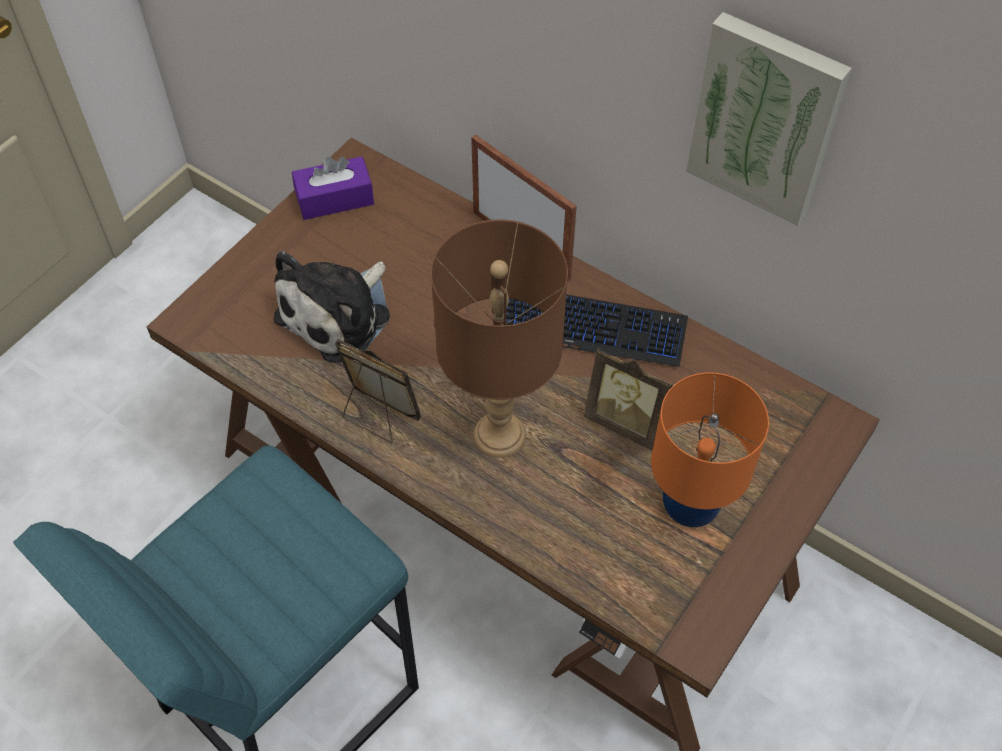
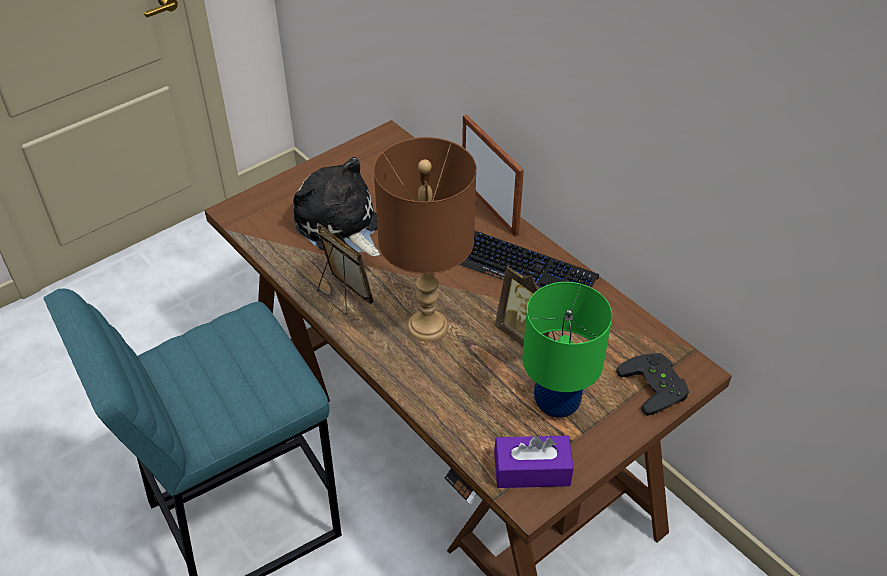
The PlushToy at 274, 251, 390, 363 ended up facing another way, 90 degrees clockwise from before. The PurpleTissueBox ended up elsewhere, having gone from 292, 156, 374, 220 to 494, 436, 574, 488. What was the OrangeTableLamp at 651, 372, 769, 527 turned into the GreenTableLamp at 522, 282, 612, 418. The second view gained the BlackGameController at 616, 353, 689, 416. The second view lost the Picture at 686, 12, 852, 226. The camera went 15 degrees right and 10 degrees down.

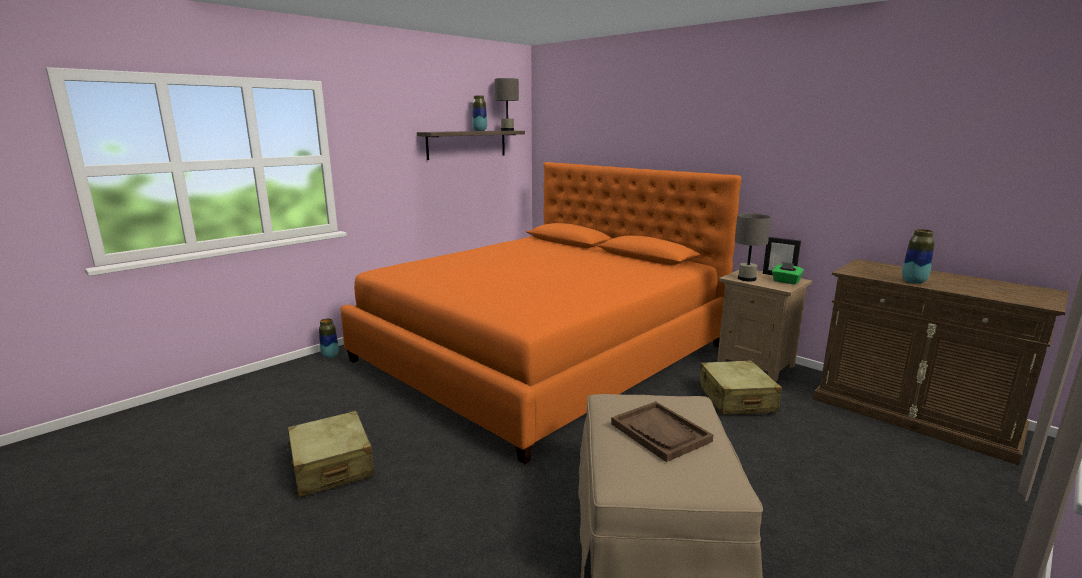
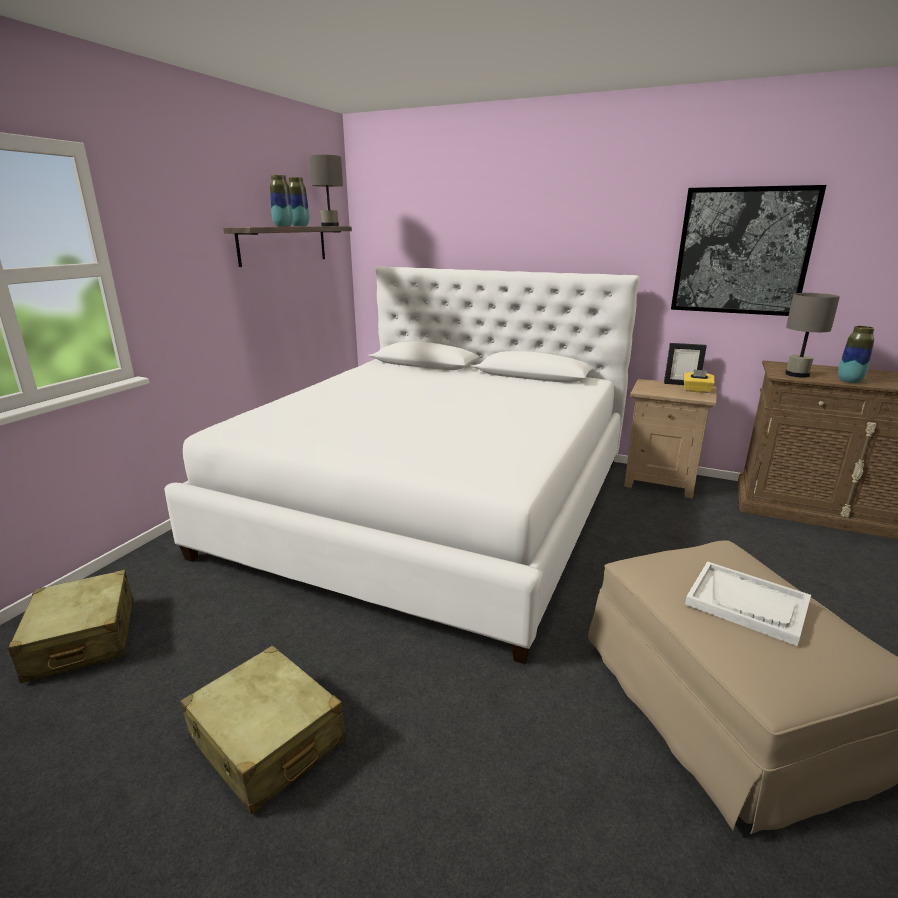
The BeigeSuitcase ended up elsewhere, having gone from 699, 360, 782, 415 to 8, 570, 133, 683. What was the OrangeBed at 341, 162, 742, 464 turned into the WhiteBed at 164, 266, 640, 664. The Vase ended up elsewhere, having gone from 319, 318, 339, 358 to 270, 175, 293, 227. The second view gained the Picture at 671, 185, 827, 316. What was the GreenTissueBox at 772, 262, 804, 285 turned into the YellowTissueBox at 683, 369, 715, 393. What was the BrownTray at 611, 401, 713, 462 turned into the WhiteTray at 685, 561, 811, 646. The GreyTableLamp ended up elsewhere, having gone from 735, 213, 771, 281 to 785, 293, 840, 378. The camera went 20 degrees left and 5 degrees up.

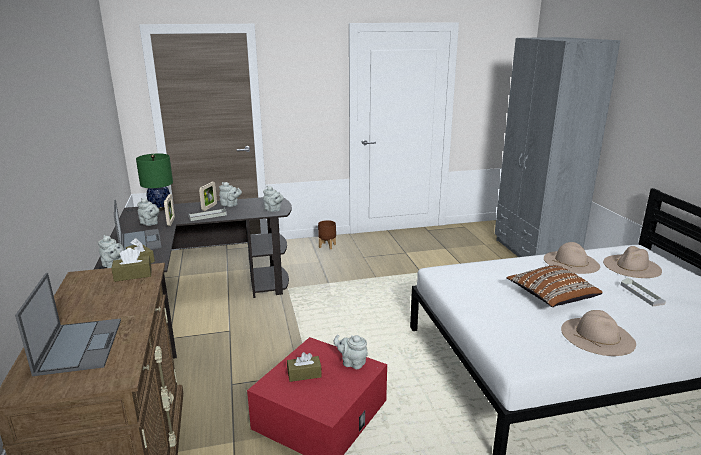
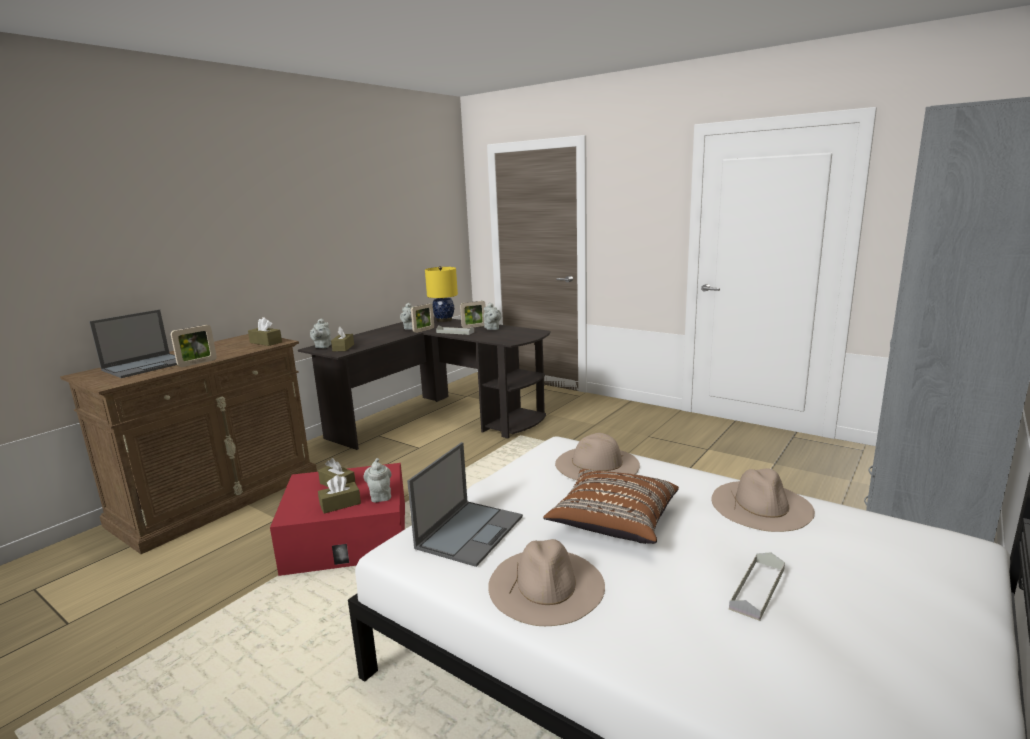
The second view gained the PictureFrame at 171, 325, 217, 367. The second view gained the BrownTissueBox at 318, 475, 361, 514. The Laptop ended up elsewhere, having gone from 114, 200, 162, 250 to 407, 442, 523, 567. What was the GreenTableLamp at 136, 153, 173, 211 turned into the YellowTableLamp at 425, 266, 458, 322. The BeigeHat ended up elsewhere, having gone from 603, 246, 662, 278 to 555, 433, 640, 480. The second view lost the GreyTeapot at 263, 186, 284, 212. The second view lost the BrownPlanter at 318, 220, 336, 250. The camera went 50 degrees right and 5 degrees down.

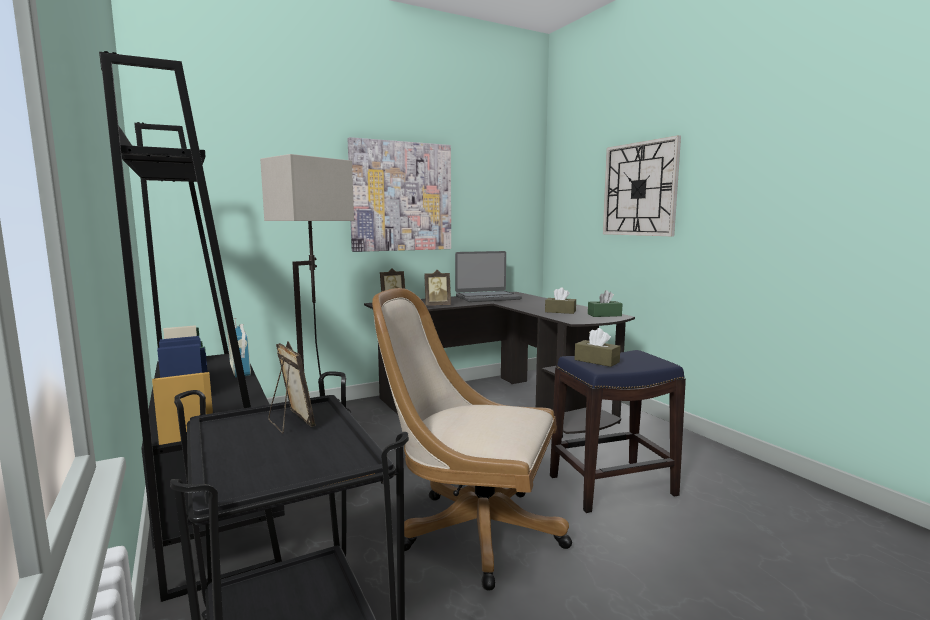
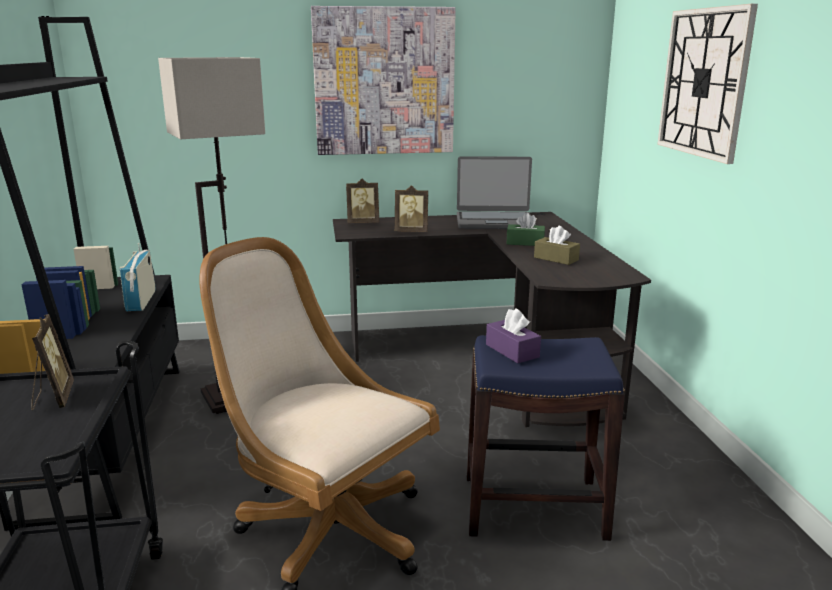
What was the BrownTissueBox at 575, 328, 621, 367 turned into the PurpleTissueBox at 486, 308, 541, 363. The GreenTissueBox ended up elsewhere, having gone from 588, 290, 622, 317 to 506, 213, 545, 246. The camera went 20 degrees right and 10 degrees up.

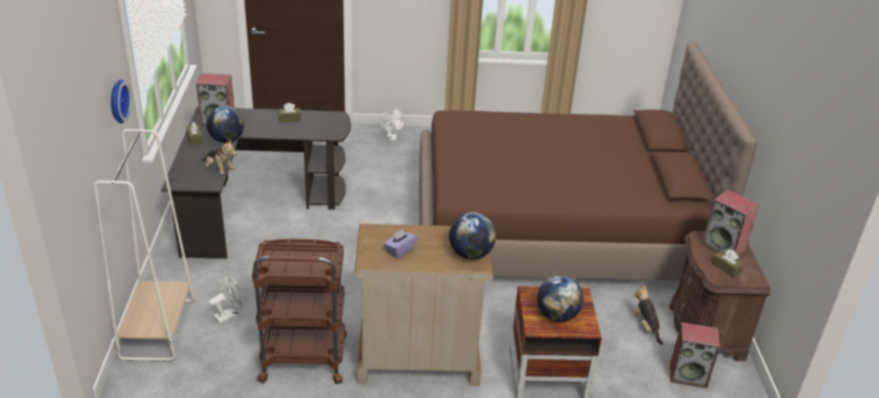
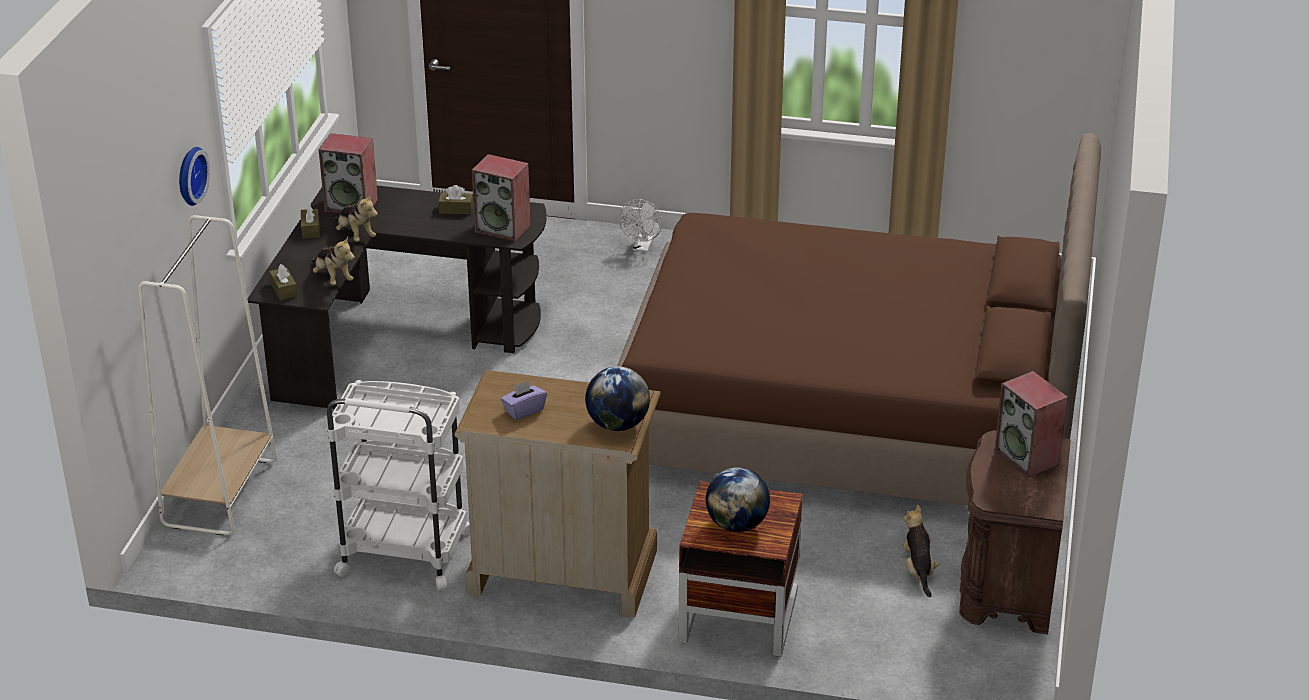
The BrownTissueBox ended up elsewhere, having gone from 712, 249, 744, 277 to 269, 264, 298, 300. What was the BrownCart at 252, 239, 347, 384 turned into the WhiteCart at 327, 380, 470, 591. Where the Globe stood at 206, 106, 244, 143, the PlushToy came to stand at 333, 193, 378, 241. The Speaker ended up elsewhere, having gone from 670, 322, 720, 388 to 472, 154, 531, 242. The second view lost the WhiteFan at 209, 275, 244, 324. The camera went 15 degrees right and 0 degrees up.

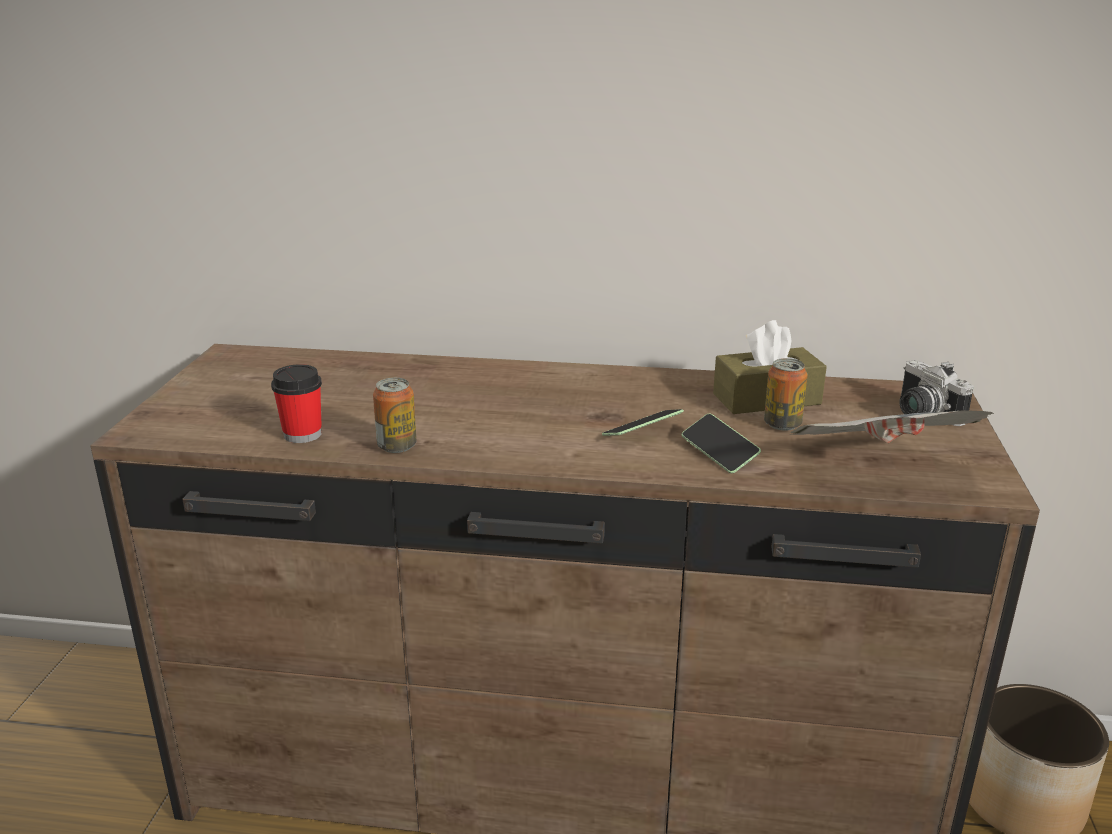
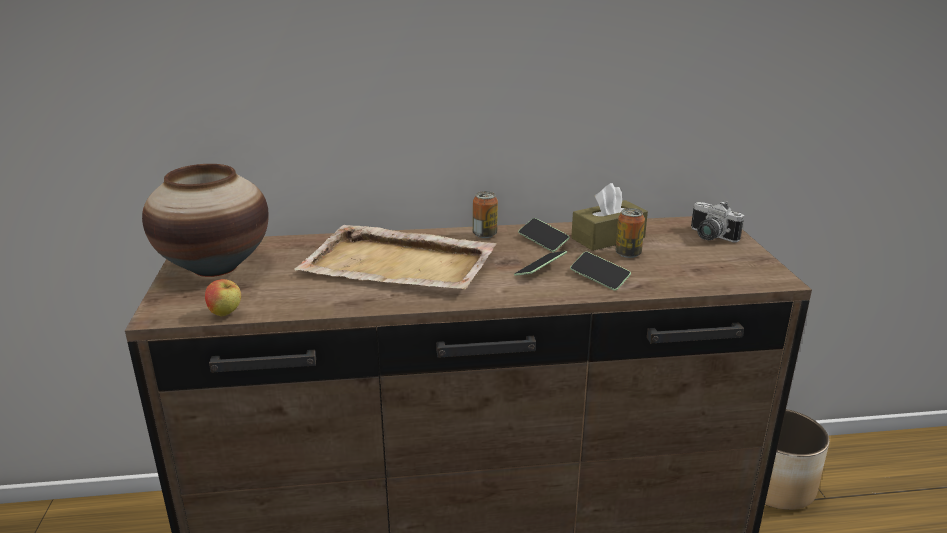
The second view gained the Vase at 142, 164, 269, 277. The second view gained the Apple at 205, 279, 241, 316. The second view gained the BeigeTray at 294, 225, 496, 289. The Can ended up elsewhere, having gone from 373, 377, 416, 453 to 473, 191, 498, 238. The second view gained the Phone at 518, 218, 570, 252. The second view lost the Cup at 271, 364, 322, 443. The second view lost the Newspaper at 791, 410, 994, 443. The camera went 15 degrees left and 0 degrees up.

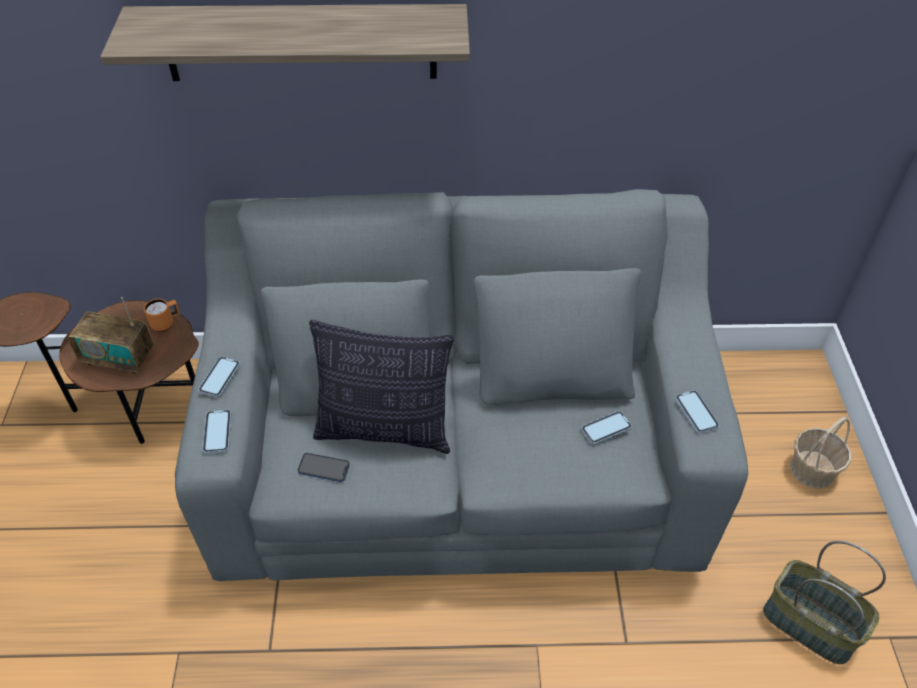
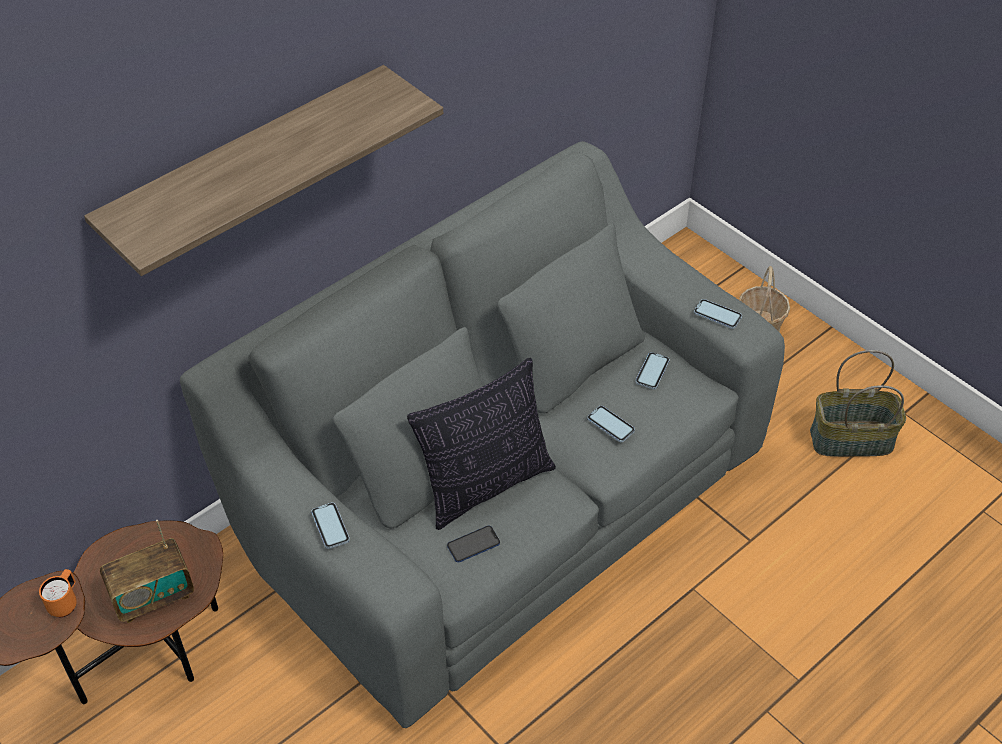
The OrangeMug ended up elsewhere, having gone from 144, 299, 180, 332 to 39, 569, 77, 617. The Phone ended up elsewhere, having gone from 202, 410, 231, 454 to 587, 406, 635, 442. The camera went 40 degrees left and 0 degrees up.

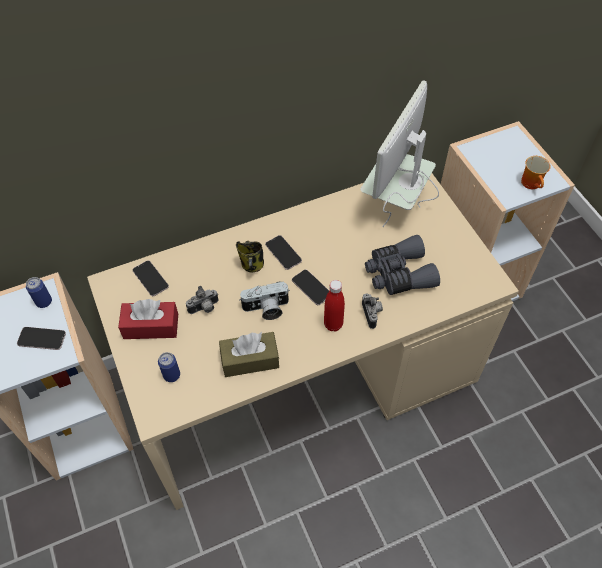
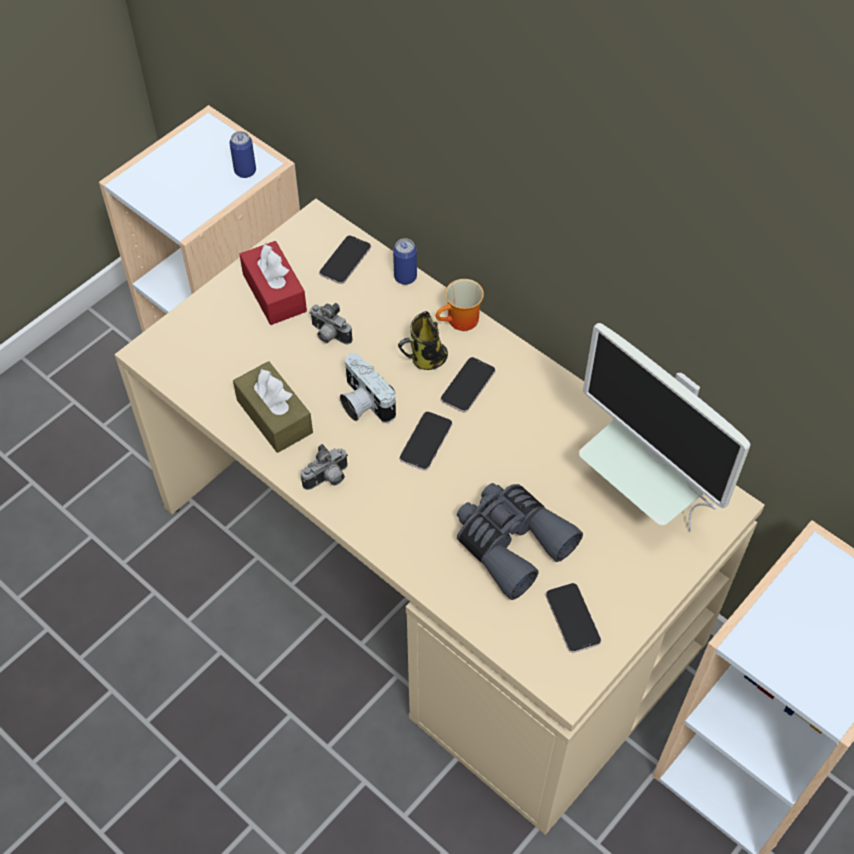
The PhotoCamera ended up elsewhere, having gone from 362, 293, 383, 329 to 301, 444, 348, 490. The Can ended up elsewhere, having gone from 158, 352, 180, 382 to 393, 238, 417, 285. The Mug ended up elsewhere, having gone from 521, 156, 551, 189 to 436, 279, 484, 331. The Phone ended up elsewhere, having gone from 17, 327, 66, 350 to 546, 583, 601, 653. The Monitor at 360, 80, 439, 227 ended up facing another way, 135 degrees counterclockwise from before. The second view lost the RedBottle at 324, 280, 345, 331. The camera went 65 degrees right and 0 degrees up.

